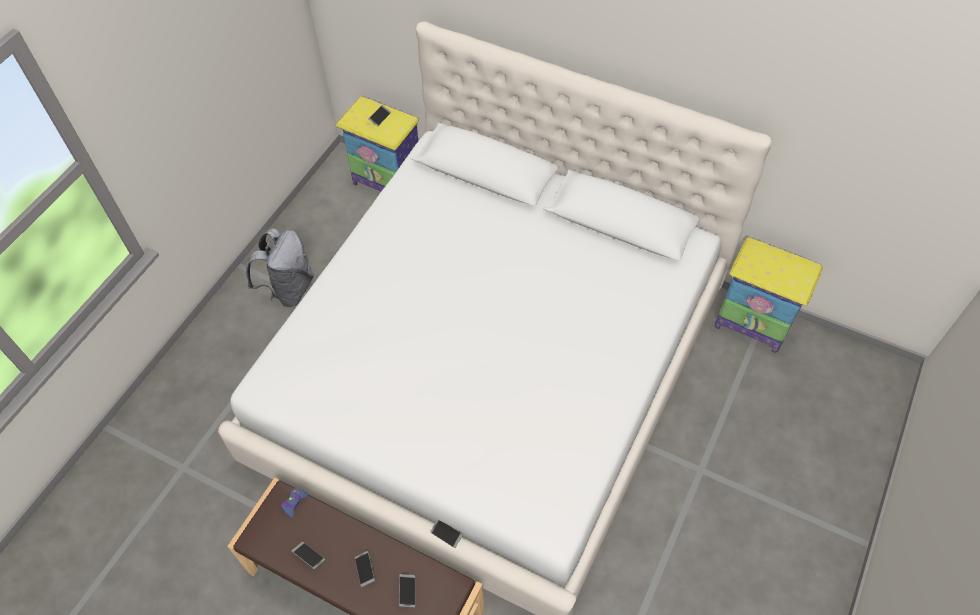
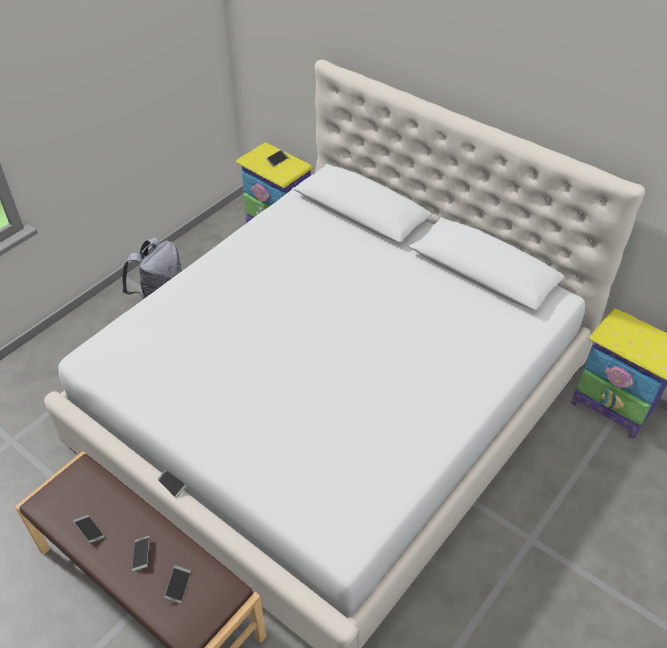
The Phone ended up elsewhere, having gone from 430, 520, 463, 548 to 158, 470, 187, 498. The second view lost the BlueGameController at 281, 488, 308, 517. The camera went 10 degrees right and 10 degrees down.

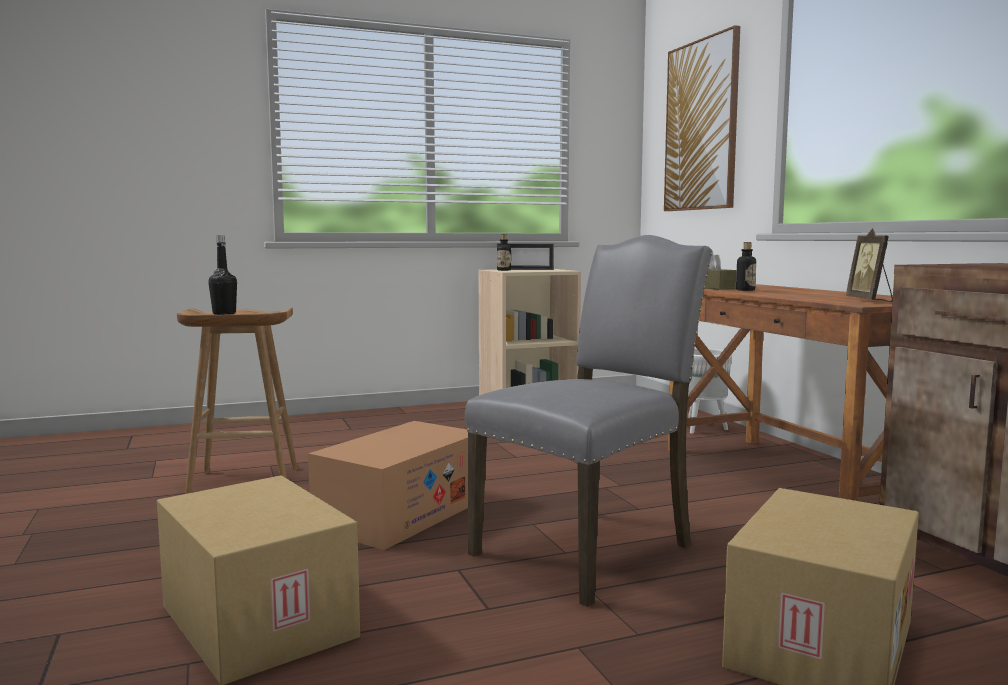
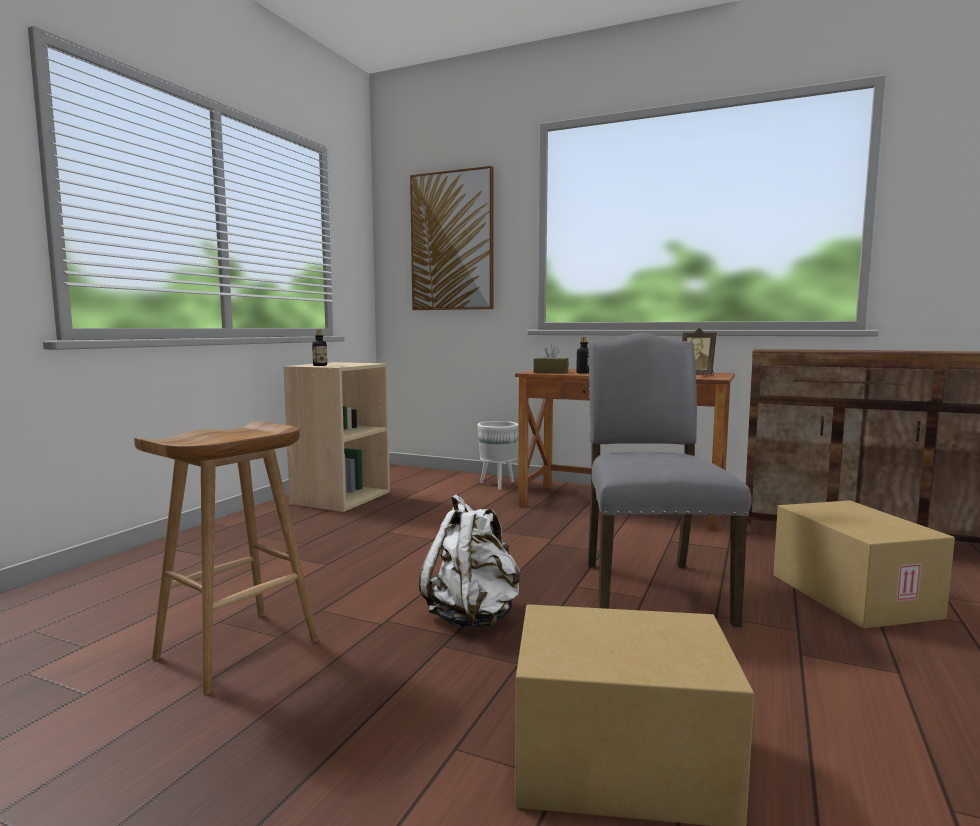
Where the CardboardBox stood at 308, 421, 468, 550, the WhiteBackpack came to stand at 419, 495, 521, 628. The second view lost the BlackBottle at 208, 235, 237, 315. The second view lost the PictureFrame at 497, 243, 554, 270. The camera went 45 degrees left and 0 degrees up.

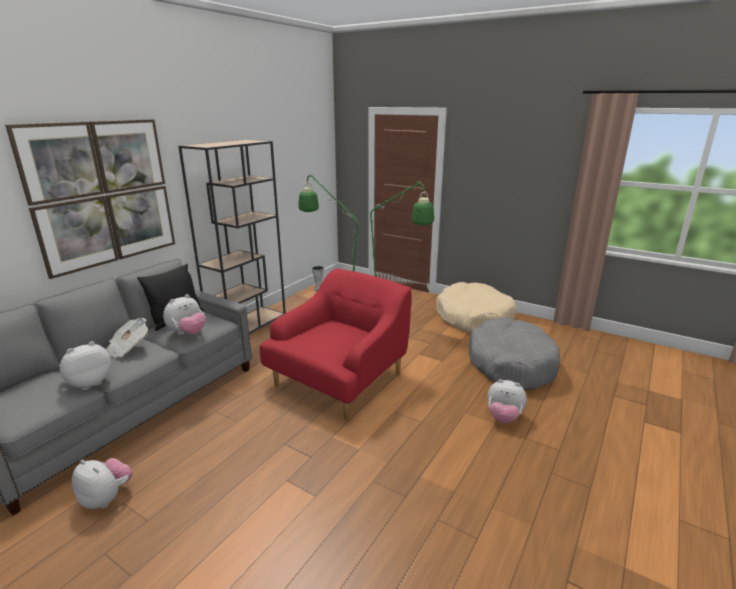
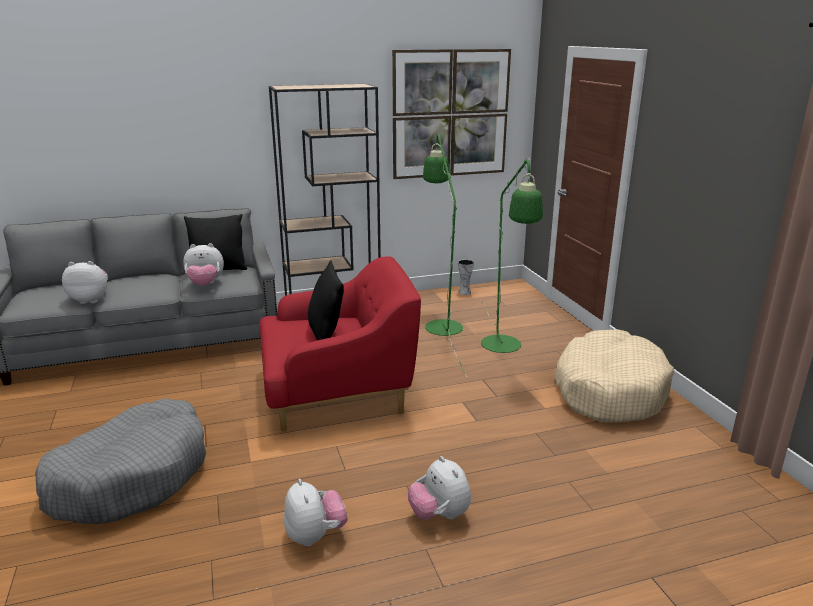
The GreyDogBed ended up elsewhere, having gone from 469, 317, 560, 391 to 35, 398, 206, 524. The PlushToy ended up elsewhere, having gone from 72, 458, 133, 509 to 284, 479, 348, 547. The second view gained the BlackPillow at 308, 260, 344, 340. The Picture ended up elsewhere, having gone from 5, 119, 175, 279 to 392, 49, 511, 179. The second view lost the Newspaper at 106, 318, 148, 358. The camera went 40 degrees right and 0 degrees up.

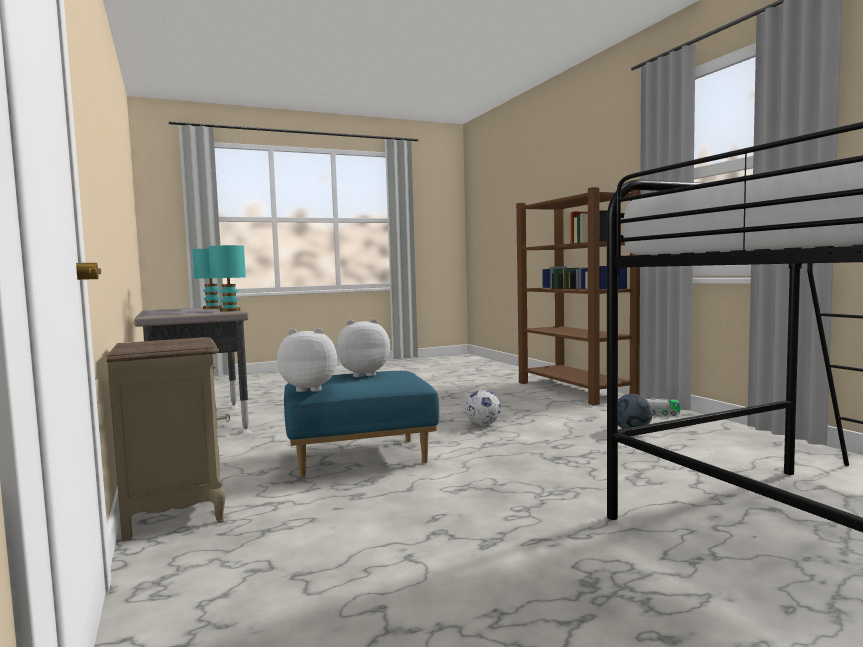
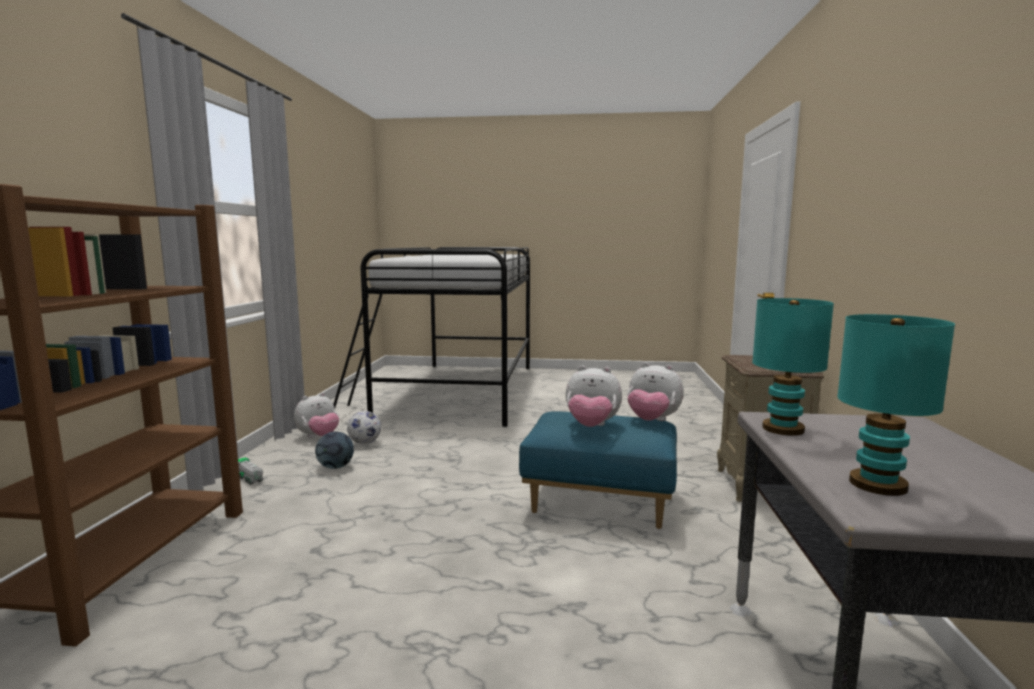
The second view gained the PlushToy at 294, 393, 339, 438. The Football ended up elsewhere, having gone from 465, 390, 501, 426 to 347, 411, 381, 444. The camera went 150 degrees left and 5 degrees up.

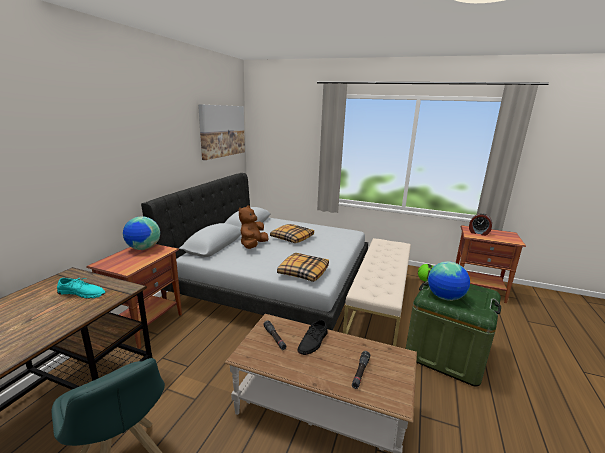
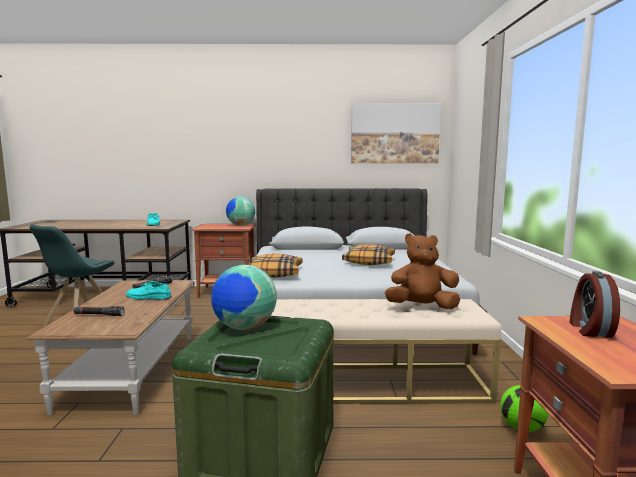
What was the BlackShoe at 297, 320, 328, 355 turned into the TurquoiseShoe at 126, 281, 171, 300. The BrownPlushToy ended up elsewhere, having gone from 239, 206, 269, 249 to 385, 233, 460, 309. The camera went 70 degrees right and 10 degrees down.

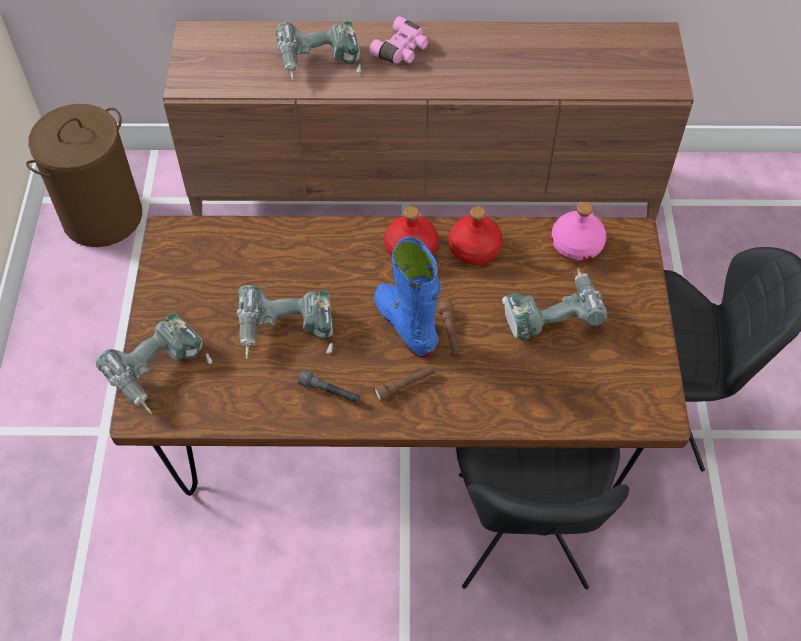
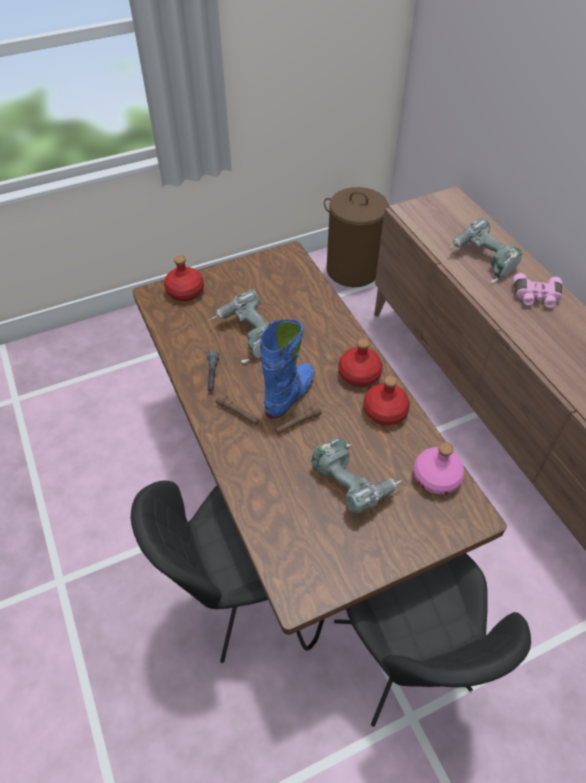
Where the PowerDrill stood at 96, 313, 212, 414, the RedBottle came to stand at 164, 256, 204, 301. The camera went 65 degrees right and 5 degrees down.

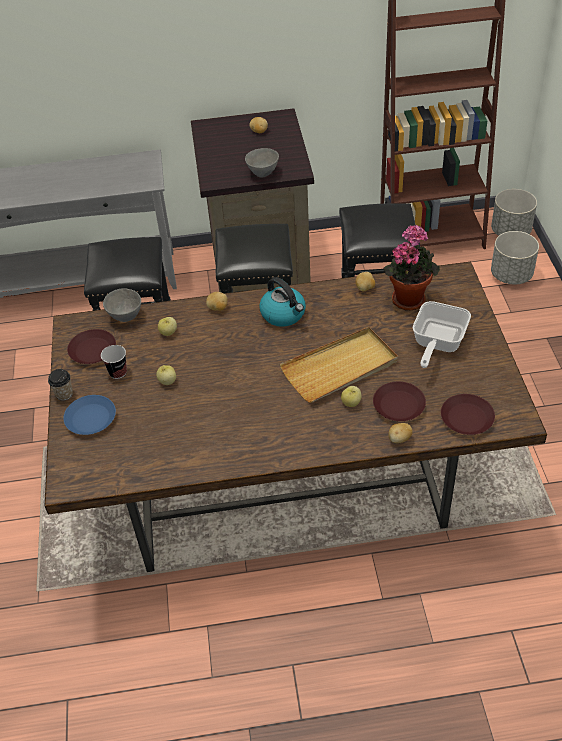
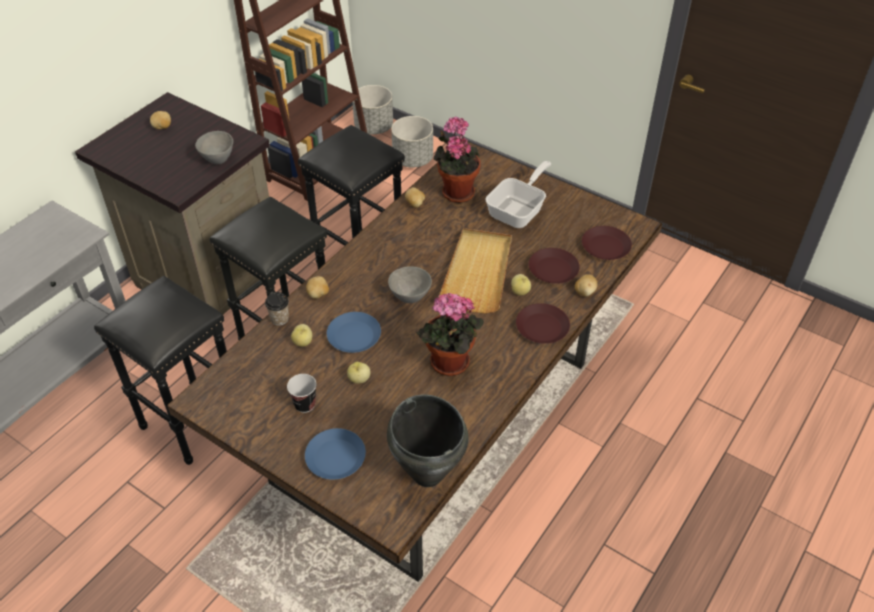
The Cup ended up elsewhere, having gone from 48, 369, 73, 401 to 265, 292, 289, 326. The second view gained the BluePlate at 327, 312, 381, 353. The second view gained the BlackCookingPot at 387, 395, 468, 487. The GreyBowl ended up elsewhere, having gone from 103, 288, 141, 322 to 388, 266, 432, 303. The second view gained the PottedPlant at 416, 293, 484, 376. The FryingPan at 413, 301, 471, 368 ended up facing another way, 120 degrees counterclockwise from before. The BrownPlate ended up elsewhere, having gone from 67, 329, 116, 364 to 516, 303, 570, 344. The second view lost the Kettle at 259, 277, 306, 327. The camera went 50 degrees left and 0 degrees up.

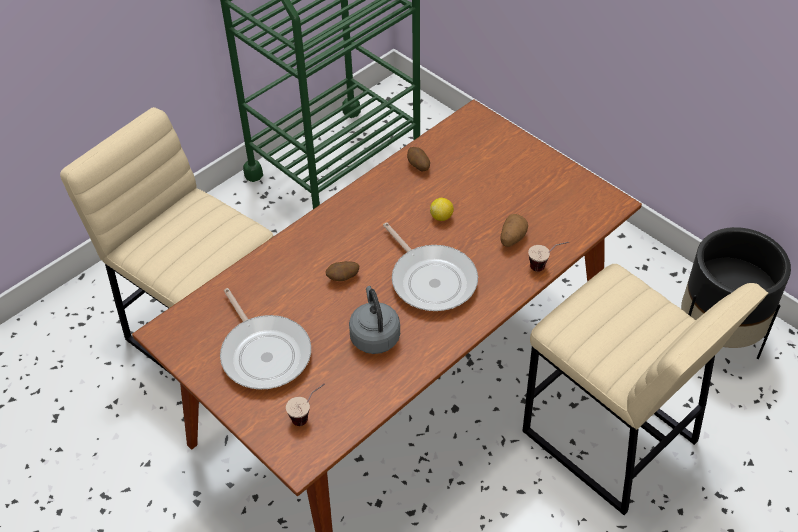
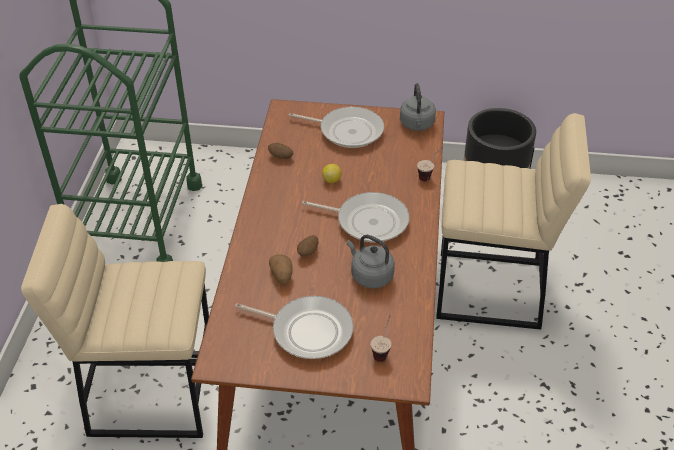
The Potato ended up elsewhere, having gone from 500, 214, 528, 247 to 269, 254, 293, 285. The second view gained the FryingPan at 289, 107, 384, 148. The second view gained the GreyKettle at 400, 83, 436, 131. The camera went 40 degrees left and 5 degrees down.

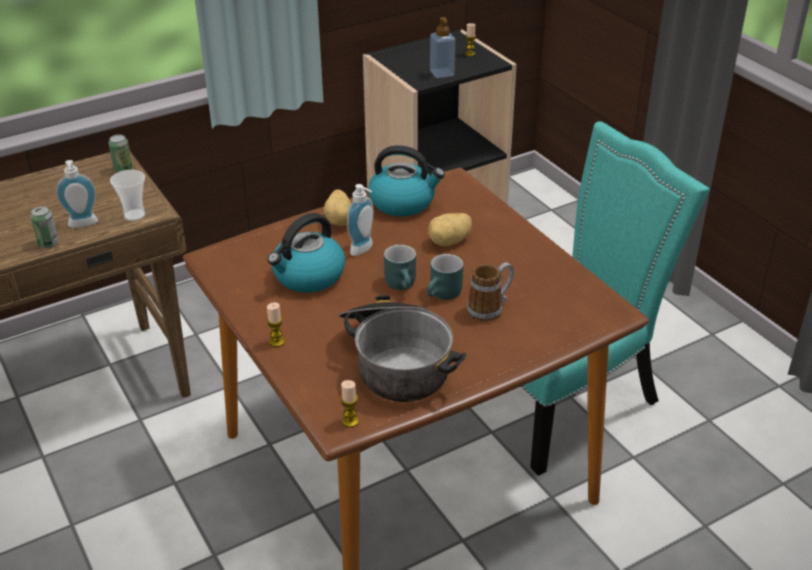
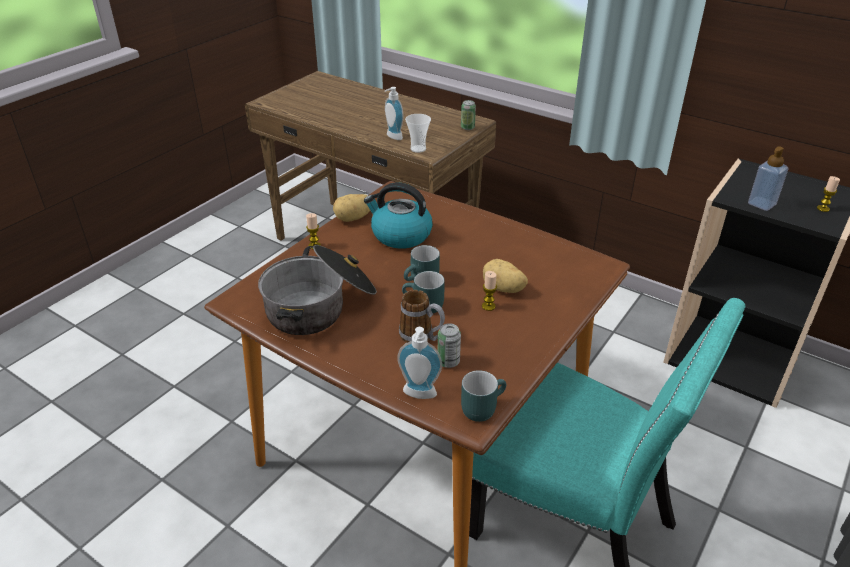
The Potato ended up elsewhere, having gone from 323, 190, 351, 226 to 333, 194, 370, 222. The SoapDispenser ended up elsewhere, having gone from 347, 184, 373, 256 to 397, 327, 442, 399. The Can ended up elsewhere, having gone from 30, 206, 59, 248 to 438, 323, 461, 368. The second view gained the TurquoiseMug at 461, 370, 506, 422. The Candle ended up elsewhere, having gone from 340, 380, 359, 427 to 482, 271, 497, 311. The second view lost the Kettle at 368, 145, 445, 216. The camera went 65 degrees right and 0 degrees up.

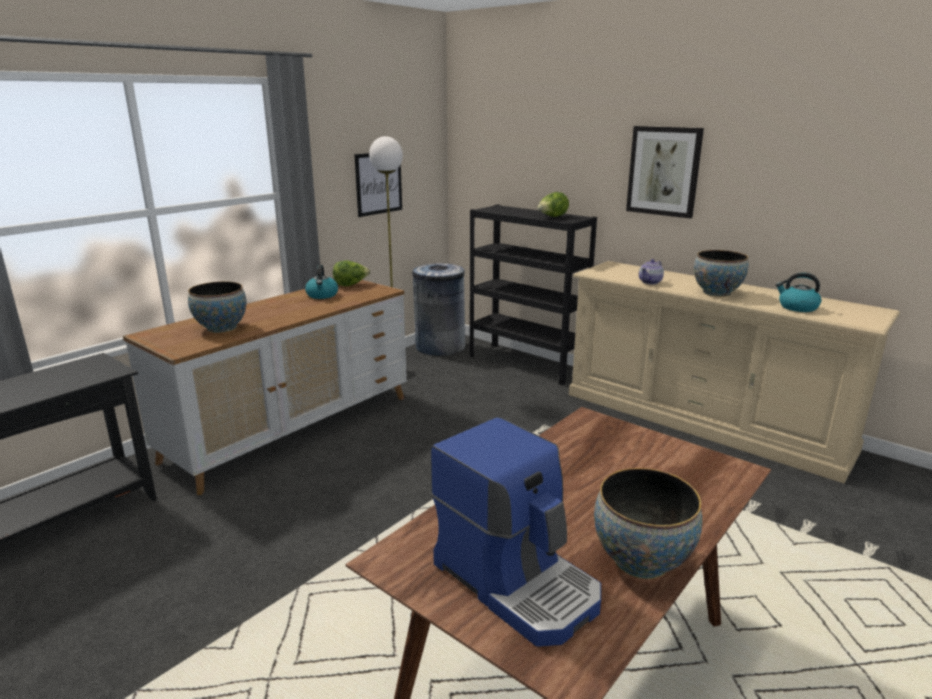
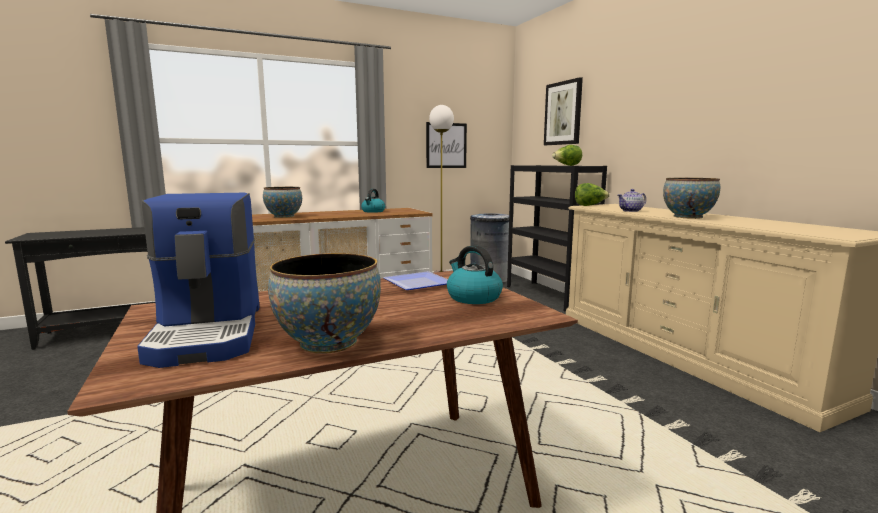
The second view gained the Plate at 383, 271, 448, 290. The Kettle ended up elsewhere, having gone from 776, 272, 821, 312 to 447, 245, 503, 304. The Picture ended up elsewhere, having gone from 626, 126, 704, 219 to 544, 77, 583, 145. The Lettuce ended up elsewhere, having gone from 333, 261, 370, 286 to 575, 183, 610, 206. The camera went 25 degrees right and 10 degrees down.

